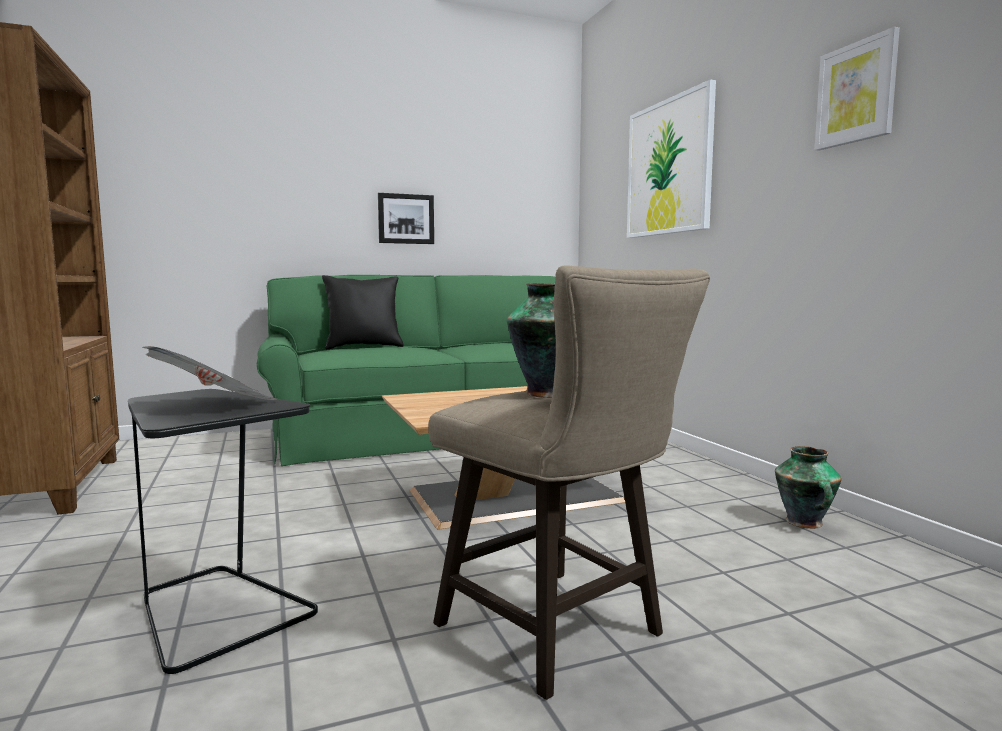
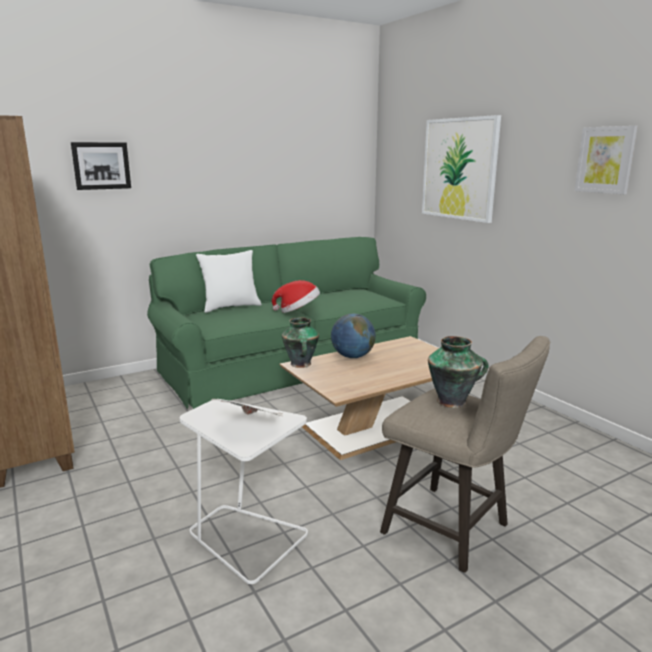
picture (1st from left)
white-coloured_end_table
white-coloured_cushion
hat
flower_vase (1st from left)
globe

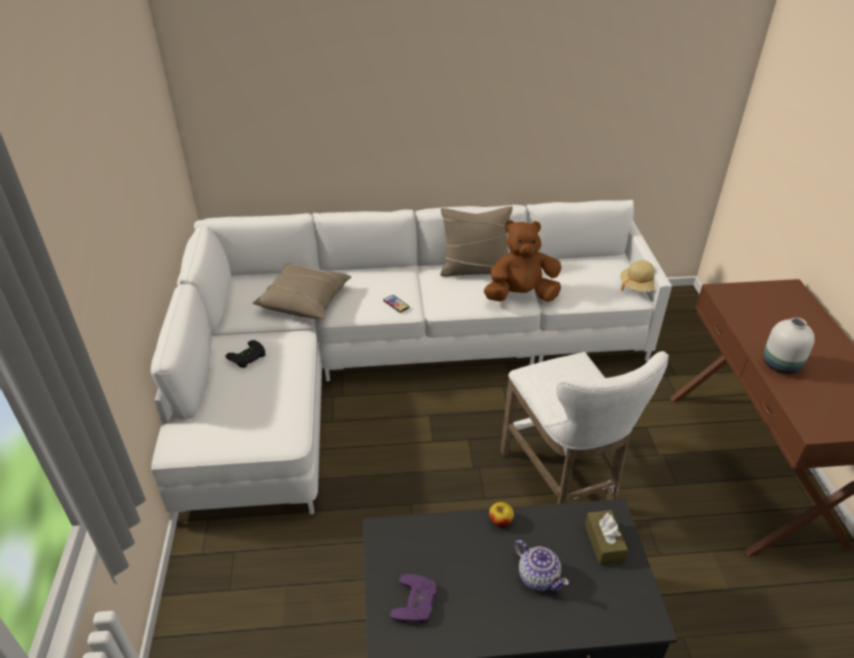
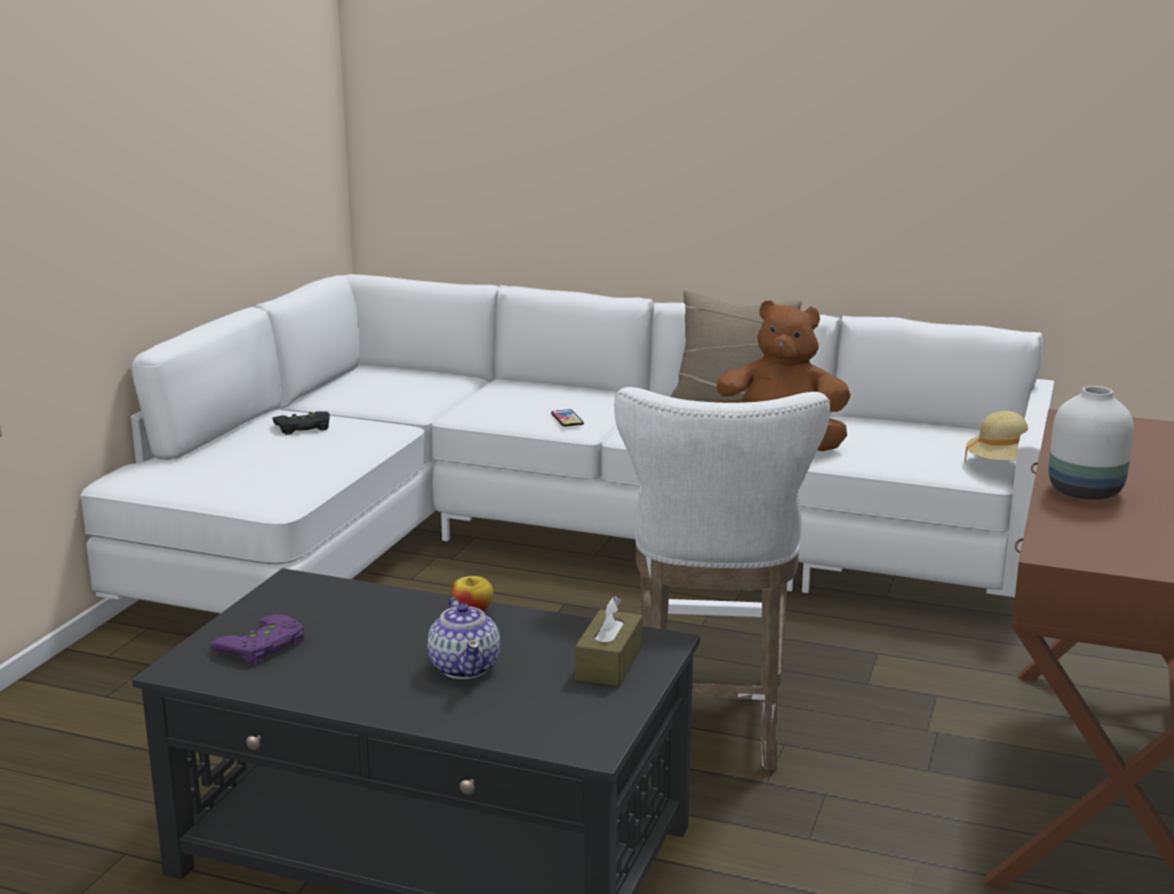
beige_cushion (1st from left in the first image)

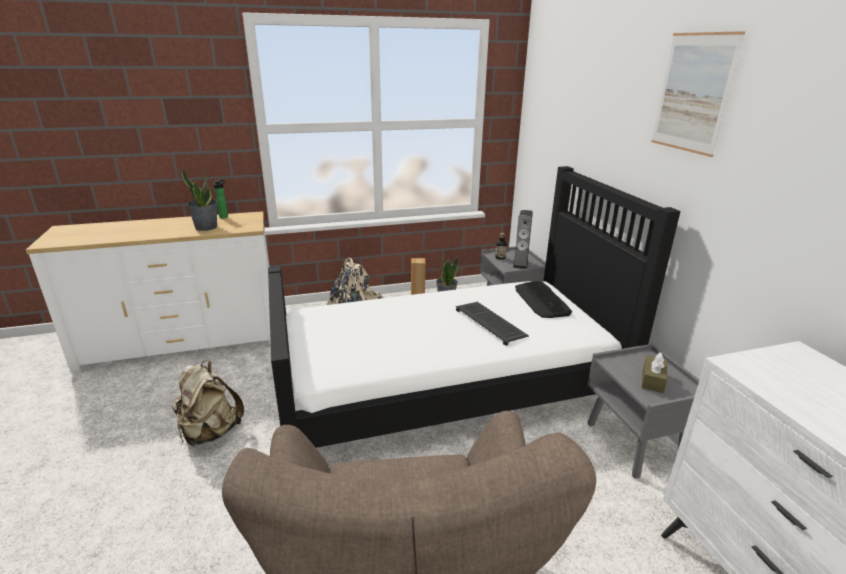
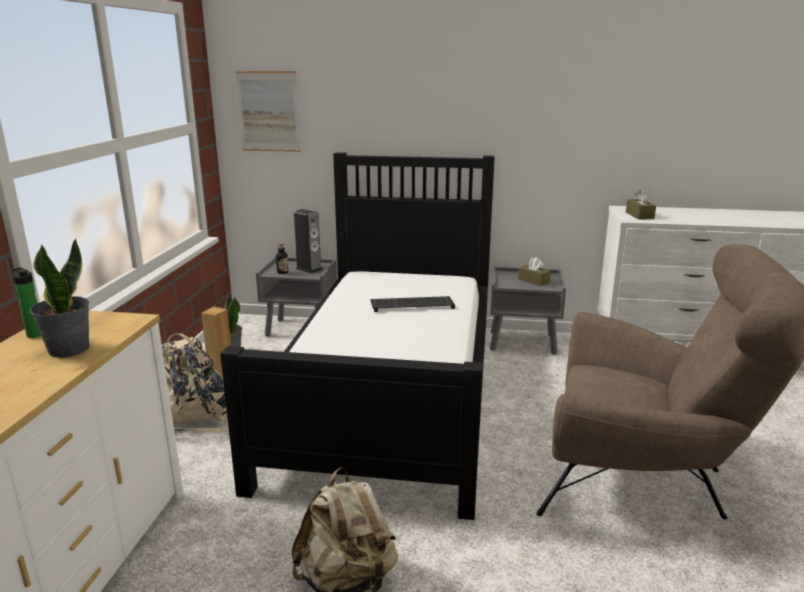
picture
brown-coloured_tissue_holder (2nd from left)
computer_keyboard (2nd from left in the first image)

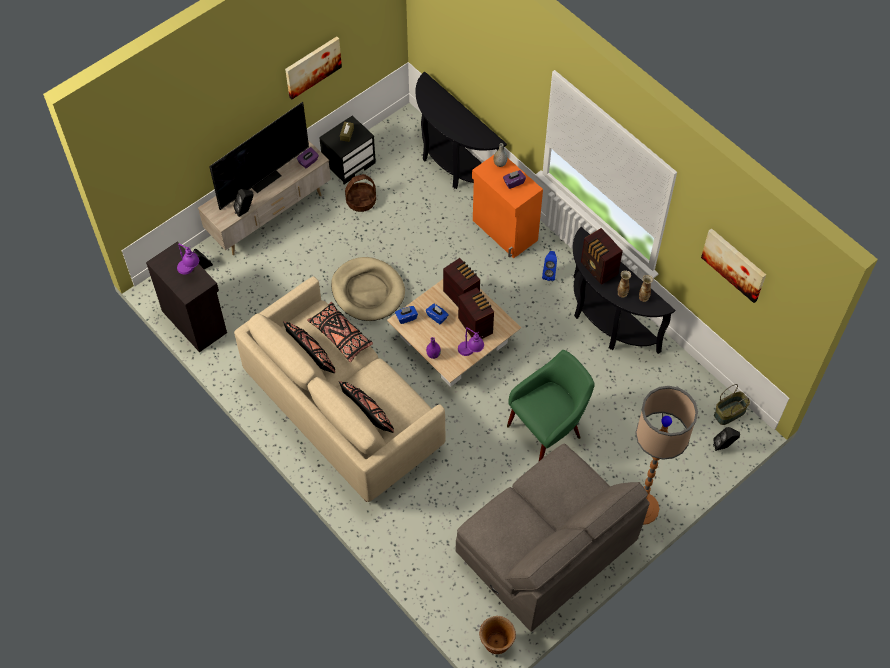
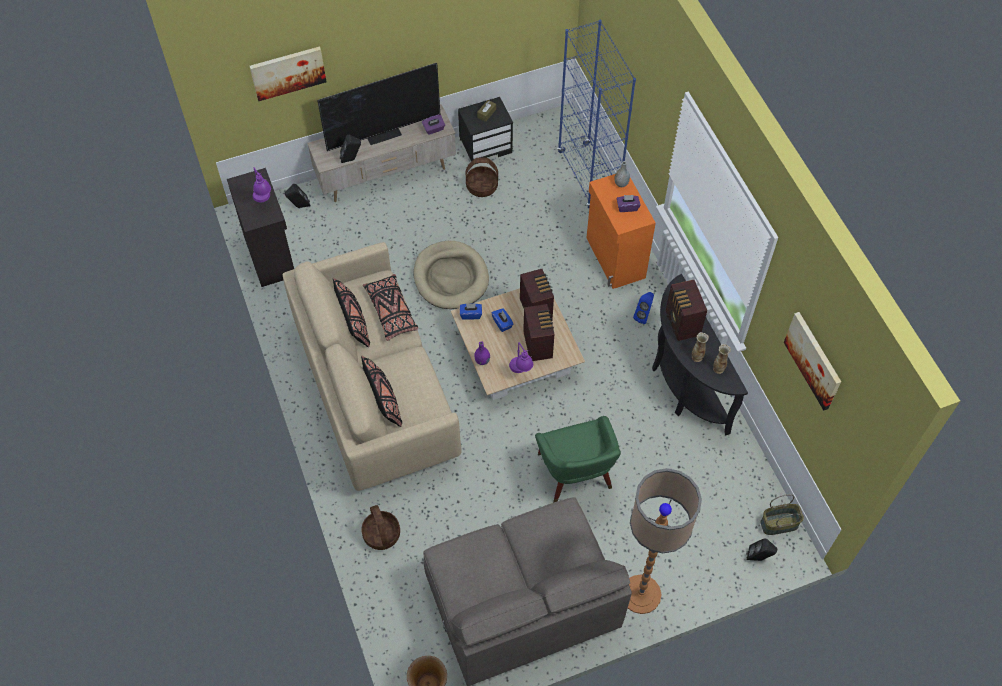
picture (1st from left)
storage_basket (1st from left)
greenish_lounge_chair
bluish_bookshelf

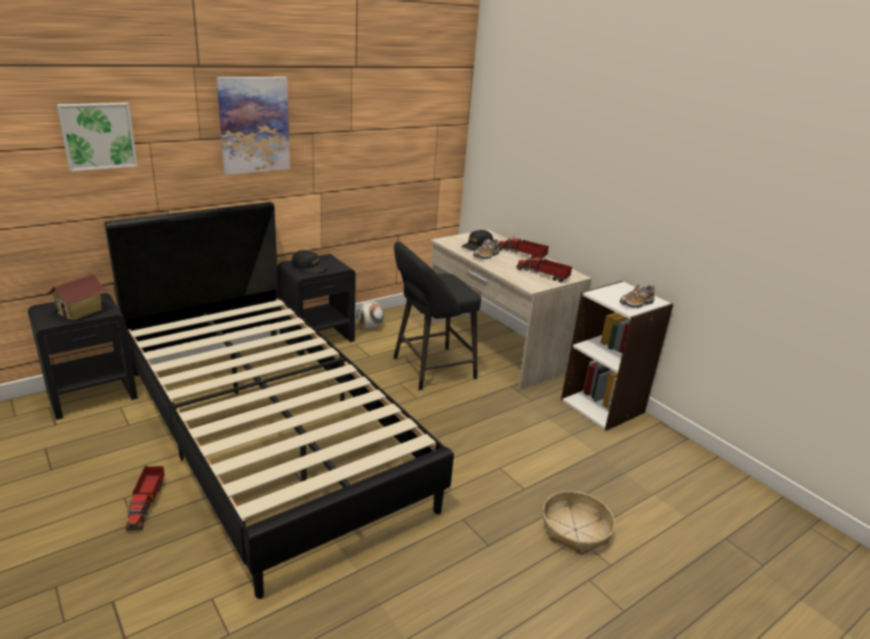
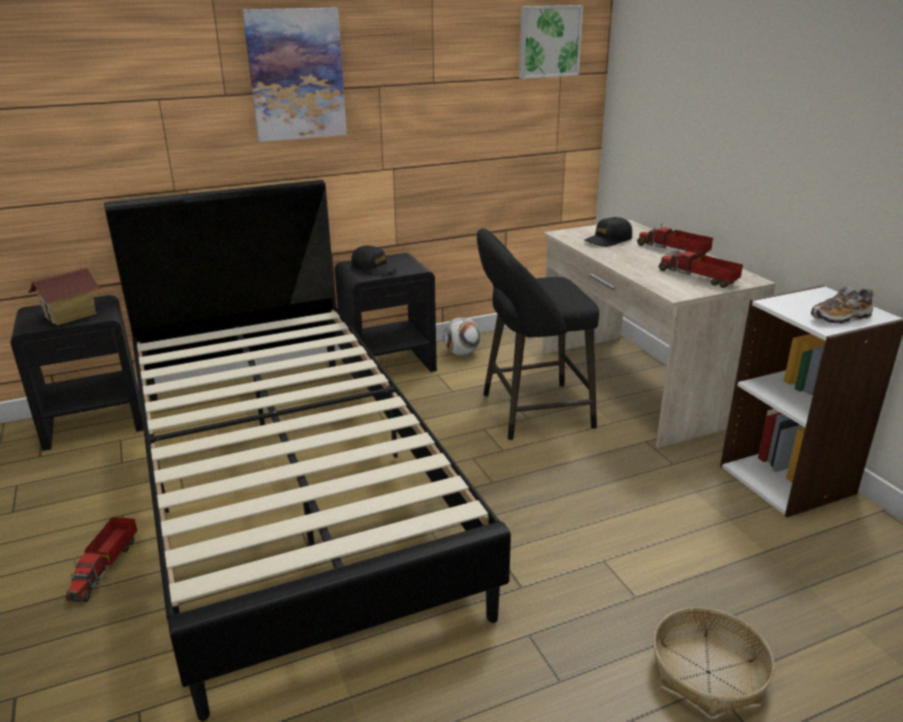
picture (2nd from left)
shoe (1st from left in the first image)

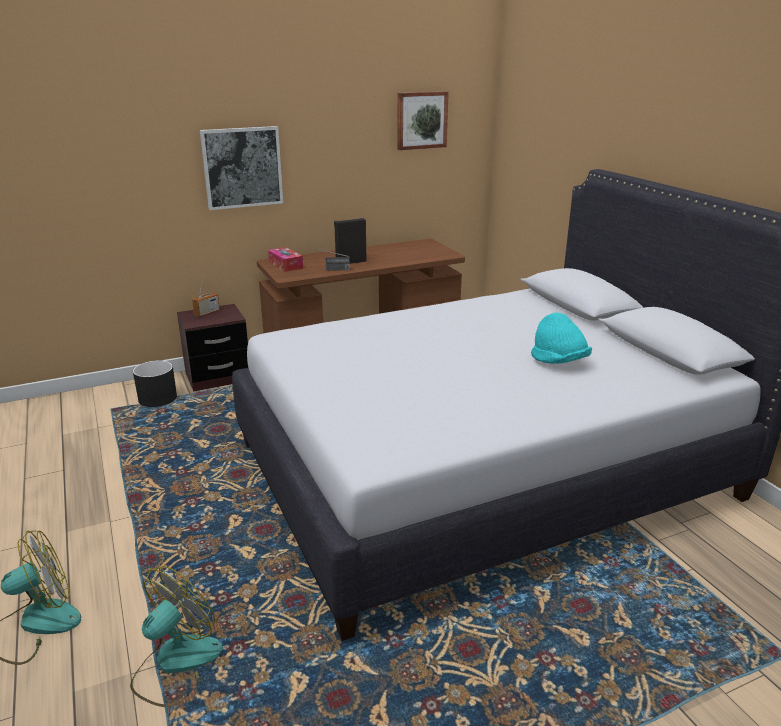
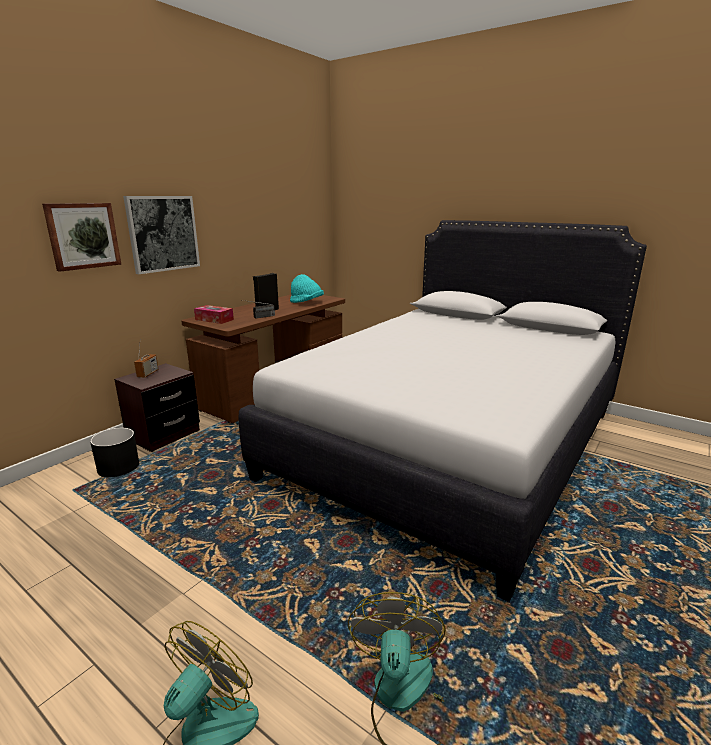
picture (1st from left)
blue-green_hat

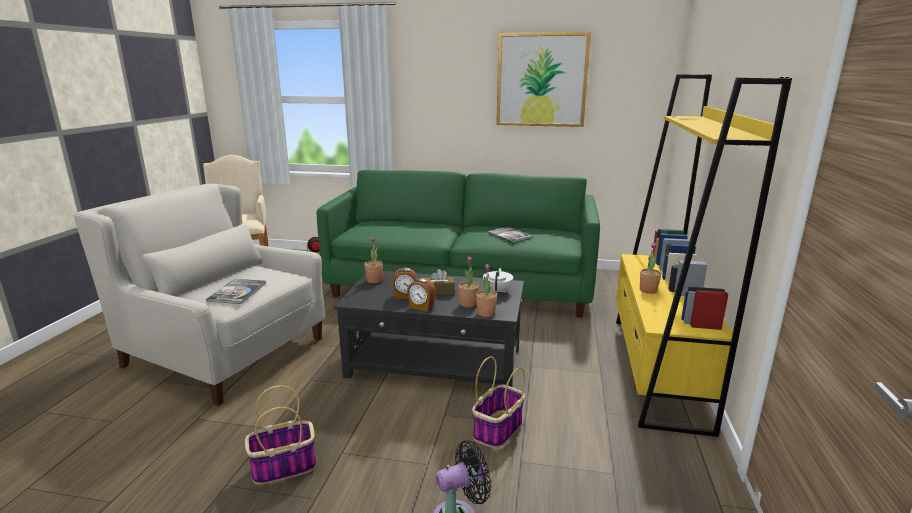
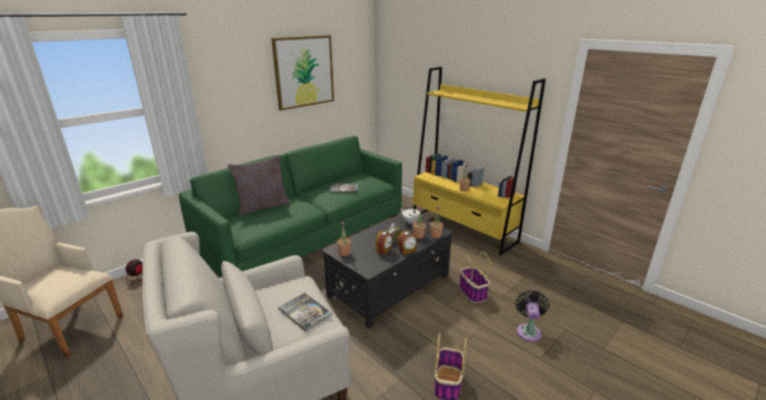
grey_cushion

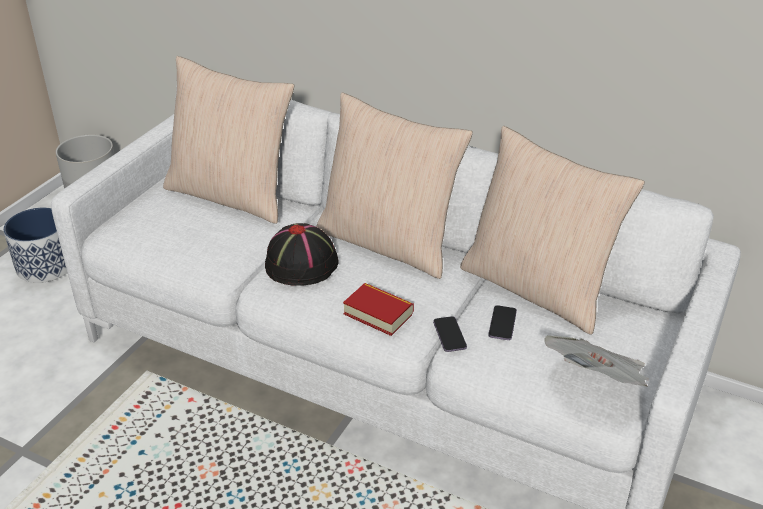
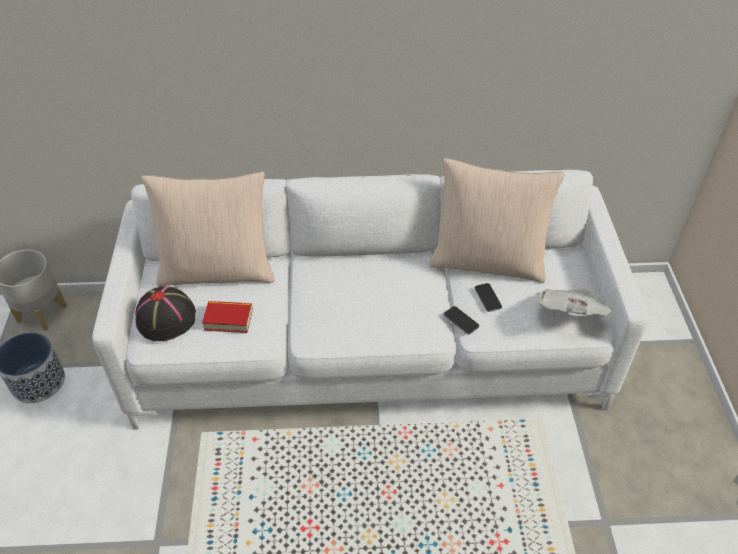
black_hat
book
beige_cushion (2nd from left in the first image)

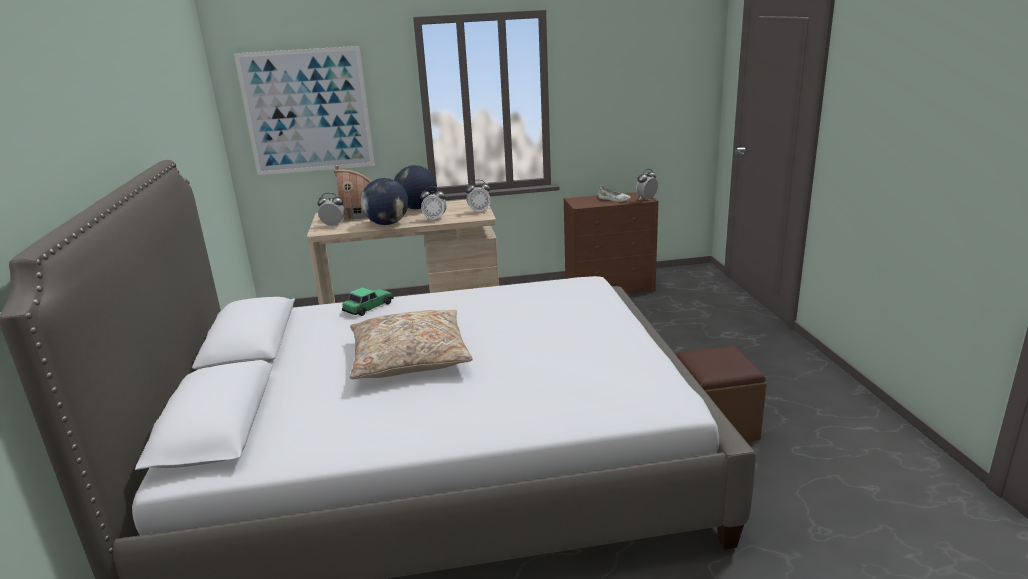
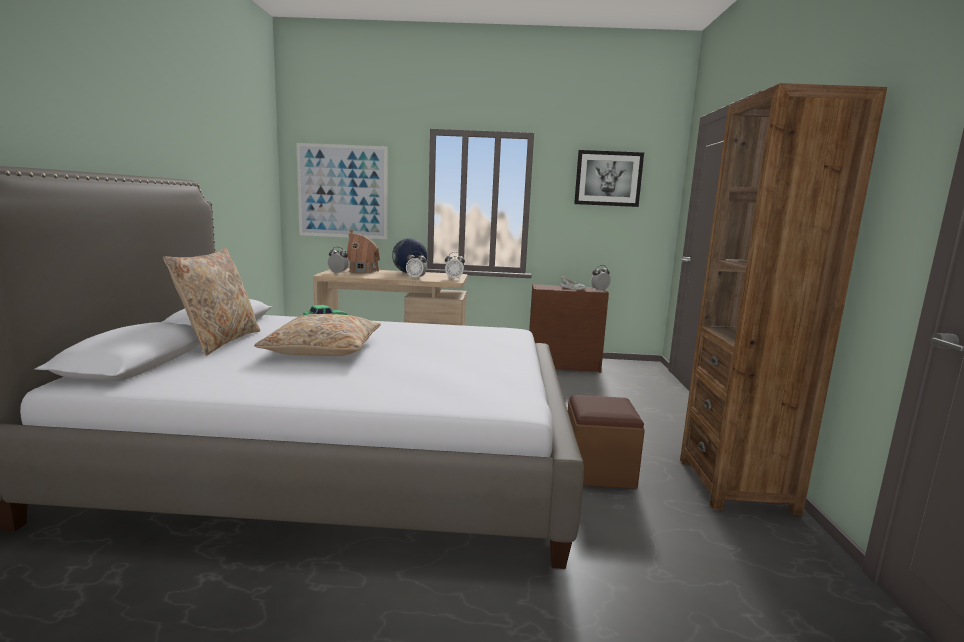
beige_cushion (1st from left)
picture (2nd from left)
brown-coloured_bookshelf
globe (1st from left in the first image)

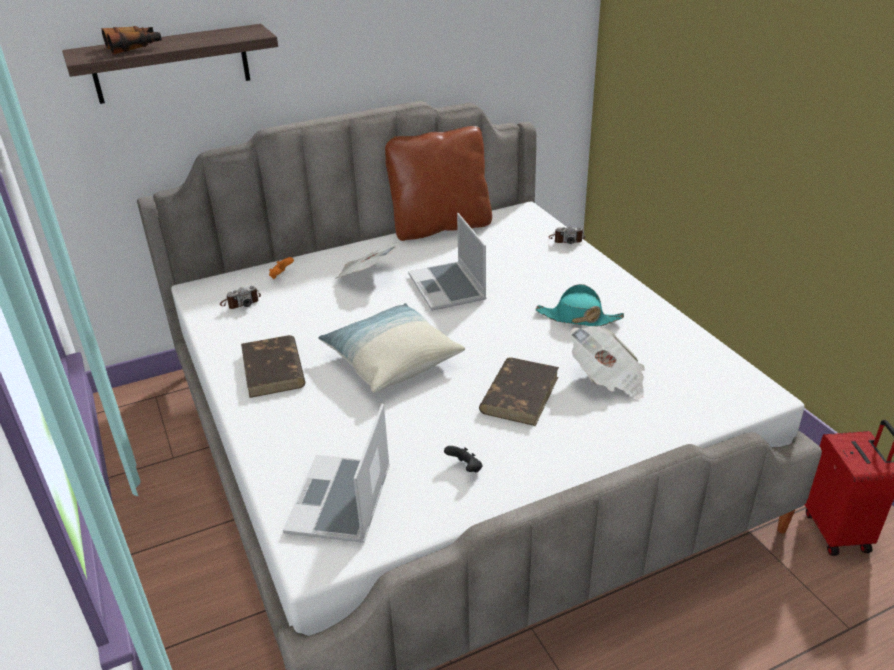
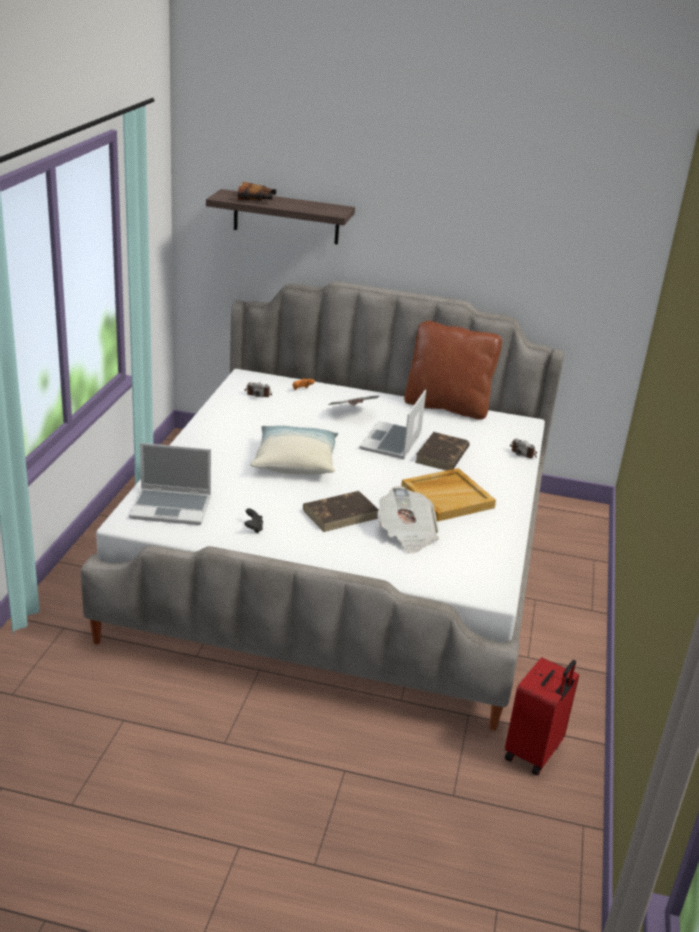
portable_computer (1st from left)
beige_tray
brown-coloured_book (2nd from left)

